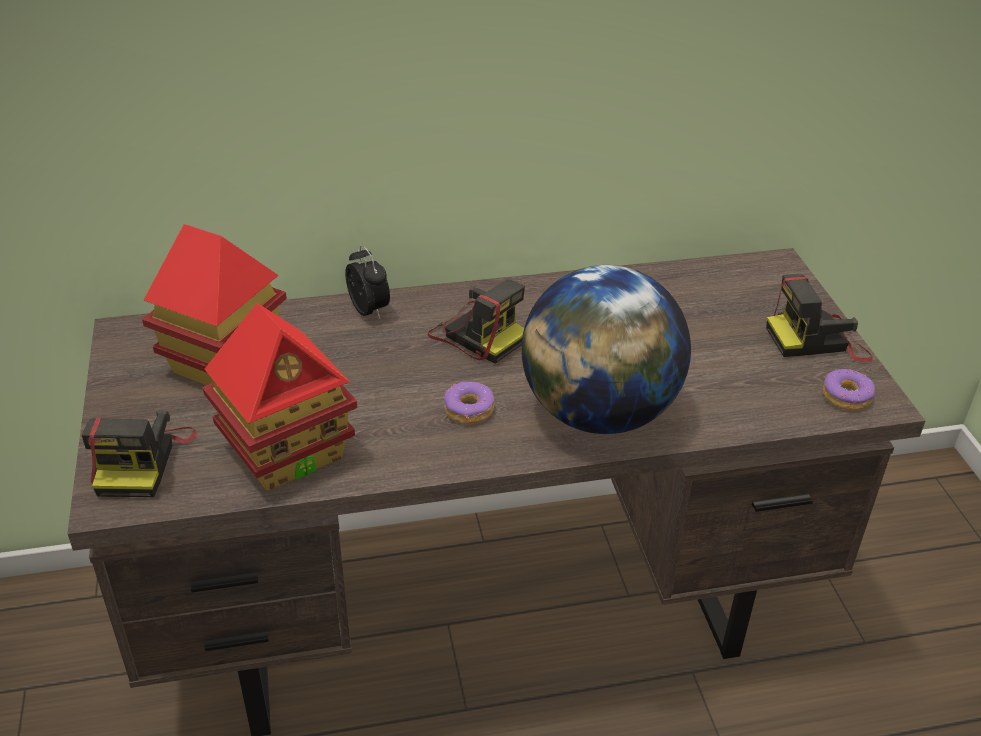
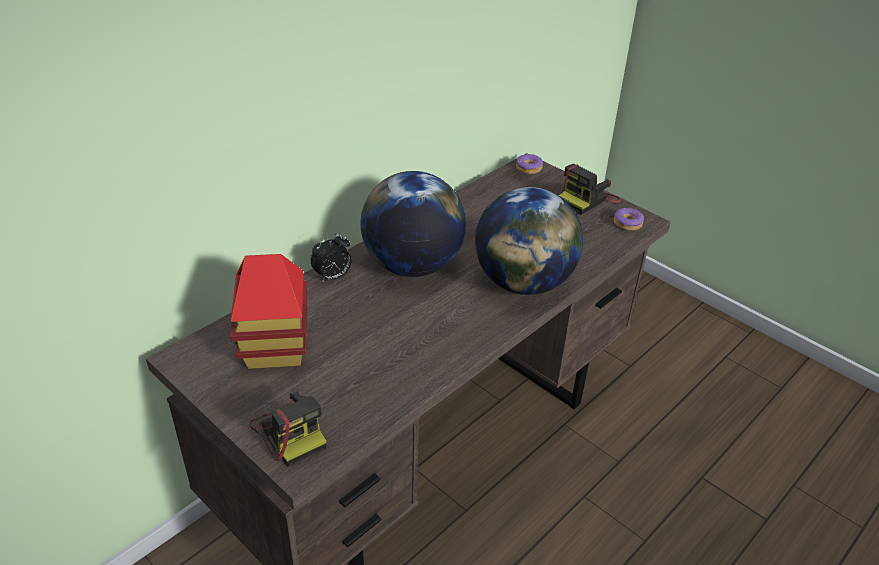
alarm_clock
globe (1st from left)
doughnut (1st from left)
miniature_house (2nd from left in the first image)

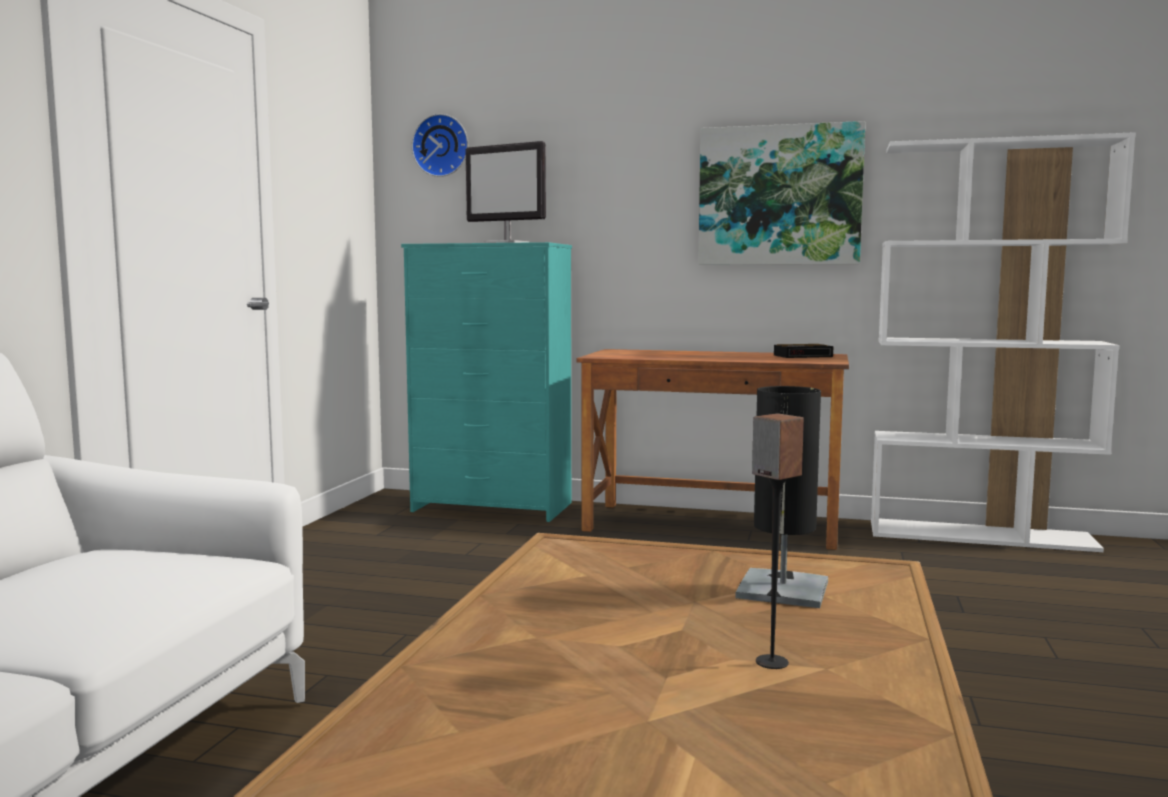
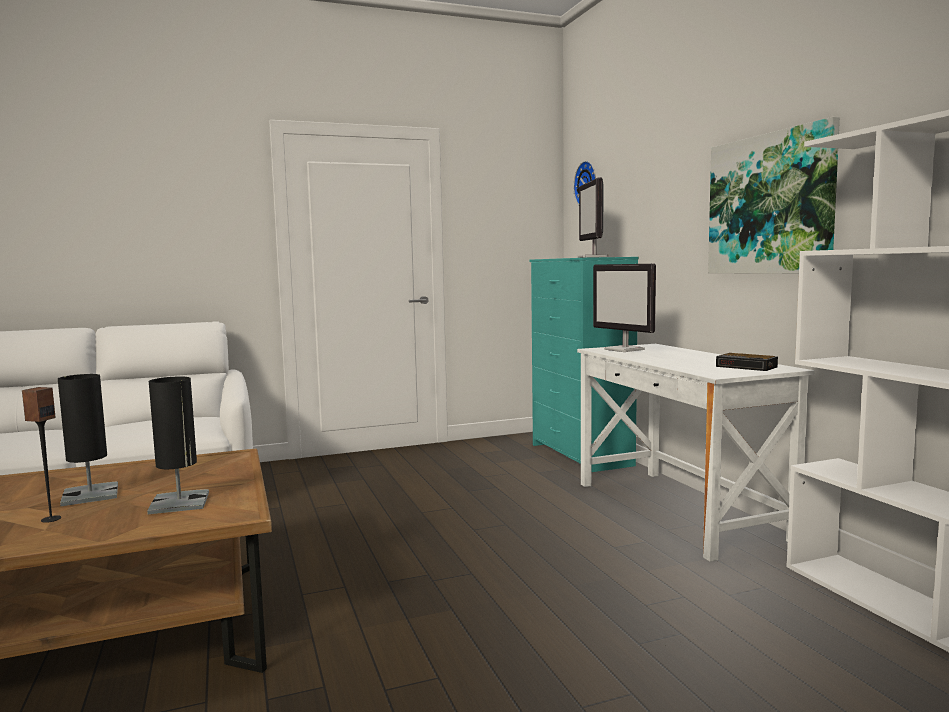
black_table_lamp (1st from left)
white-coloured_desk_table
monitor (2nd from left)

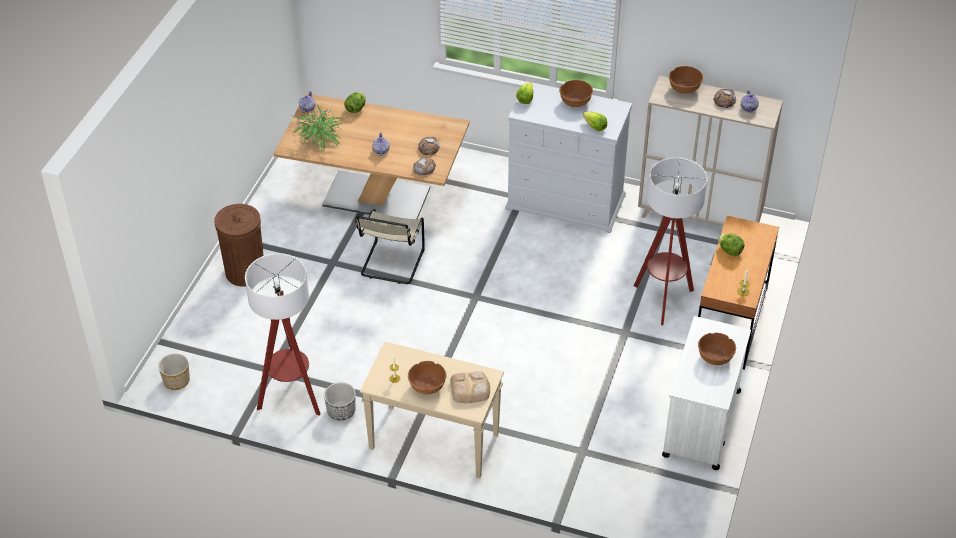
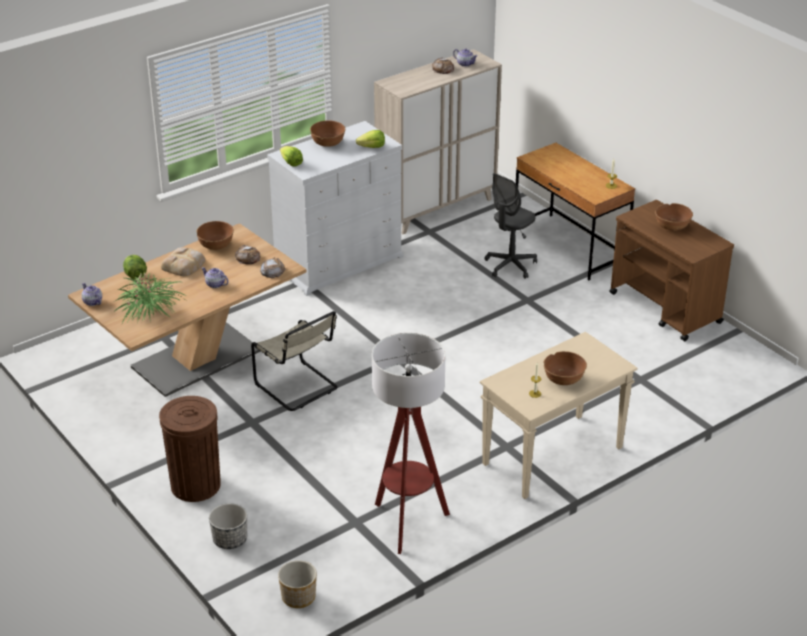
bakery_bread (1st from left)
brown-coloured_bowl (1st from left)
plant_pot (1st from left)
grey_computer_chair
brown-coloured_cart
lettuce_head (4th from left in the first image)

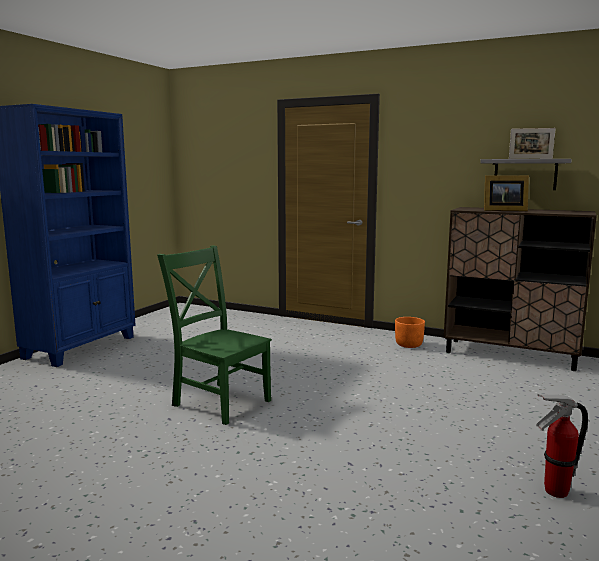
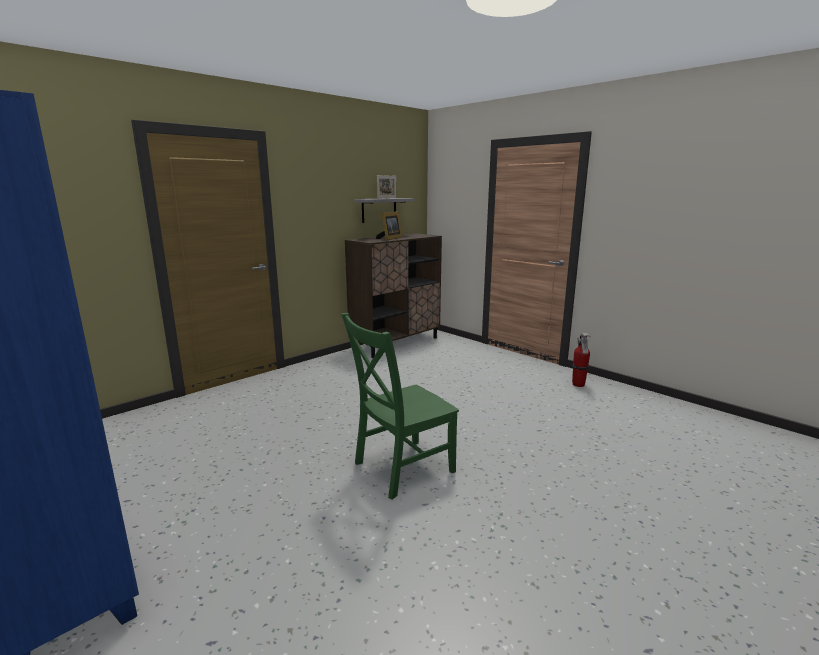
orange_plant_pot

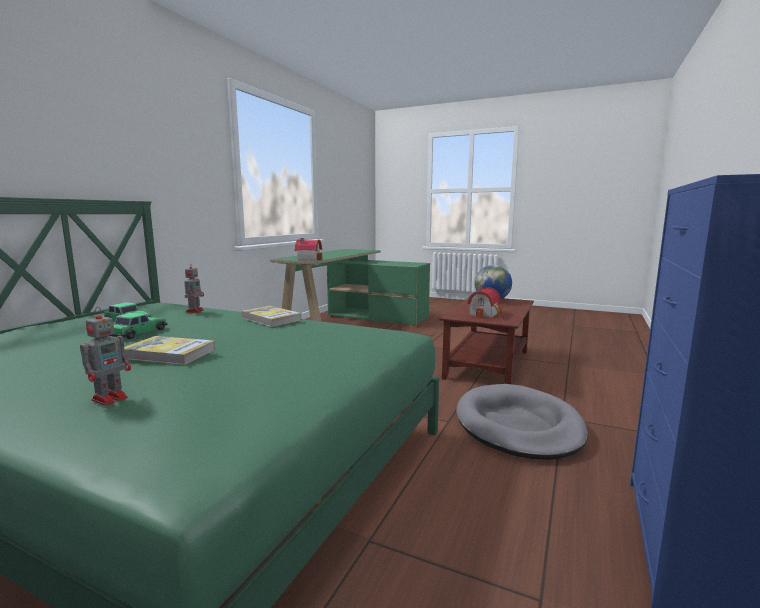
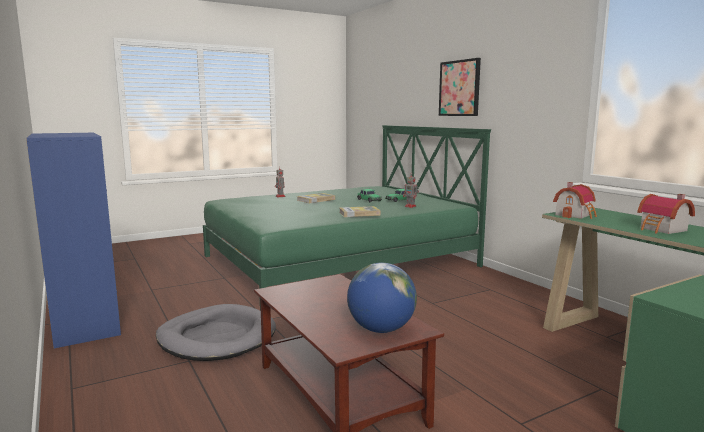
picture
miniature_house (2nd from left)

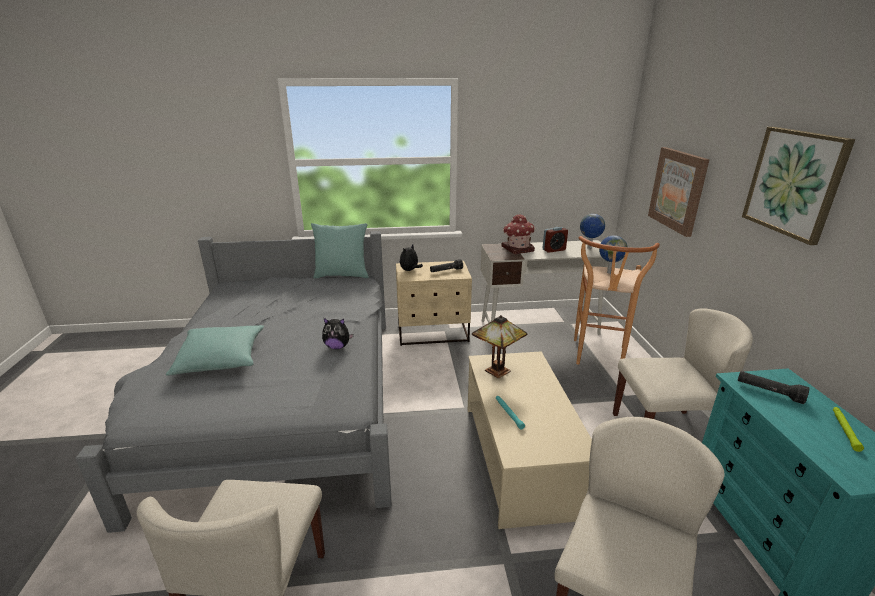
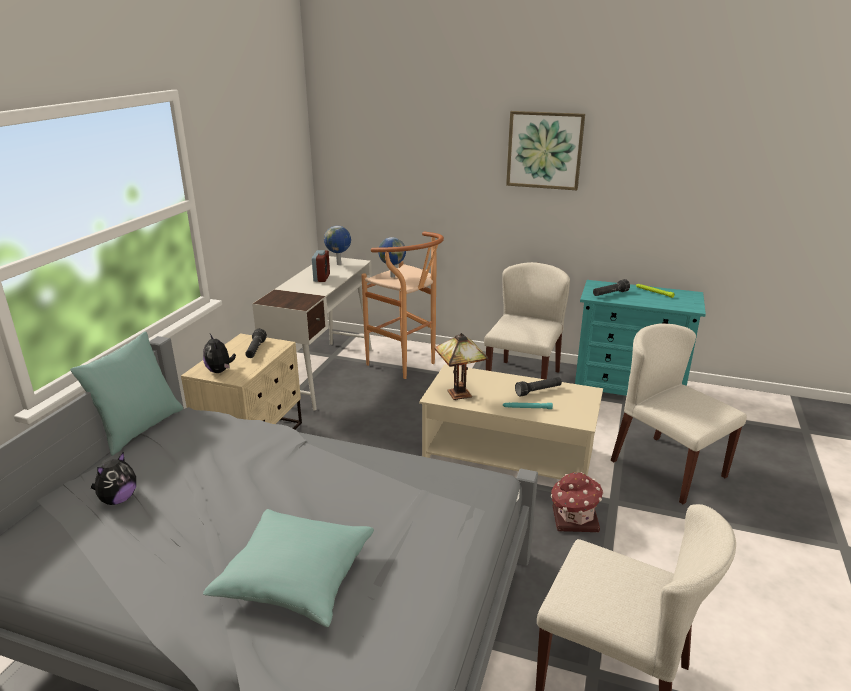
soft_toy (1st from left)
black_flashlight (2nd from left)
miniature_house
picture (1st from left in the first image)

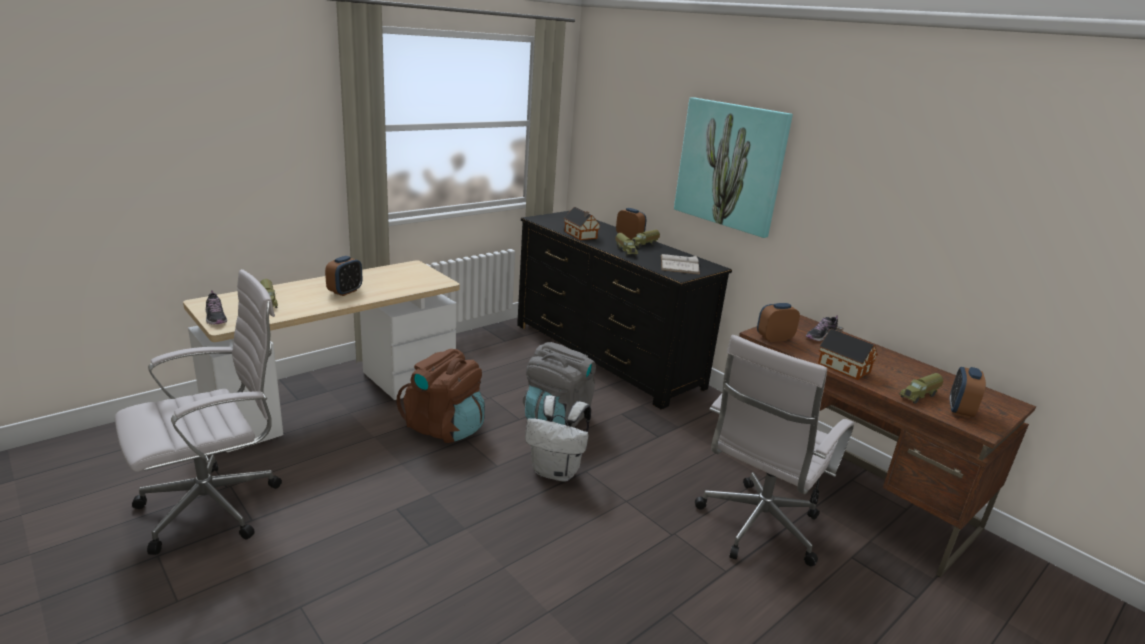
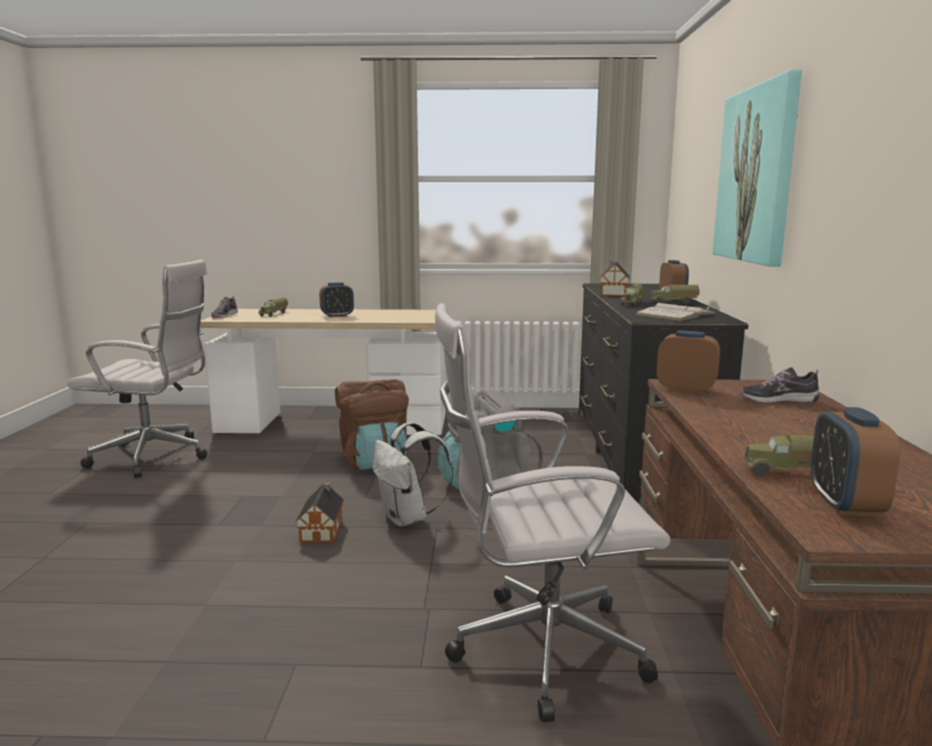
miniature_house (1st from left)
alarm_clock (4th from left)

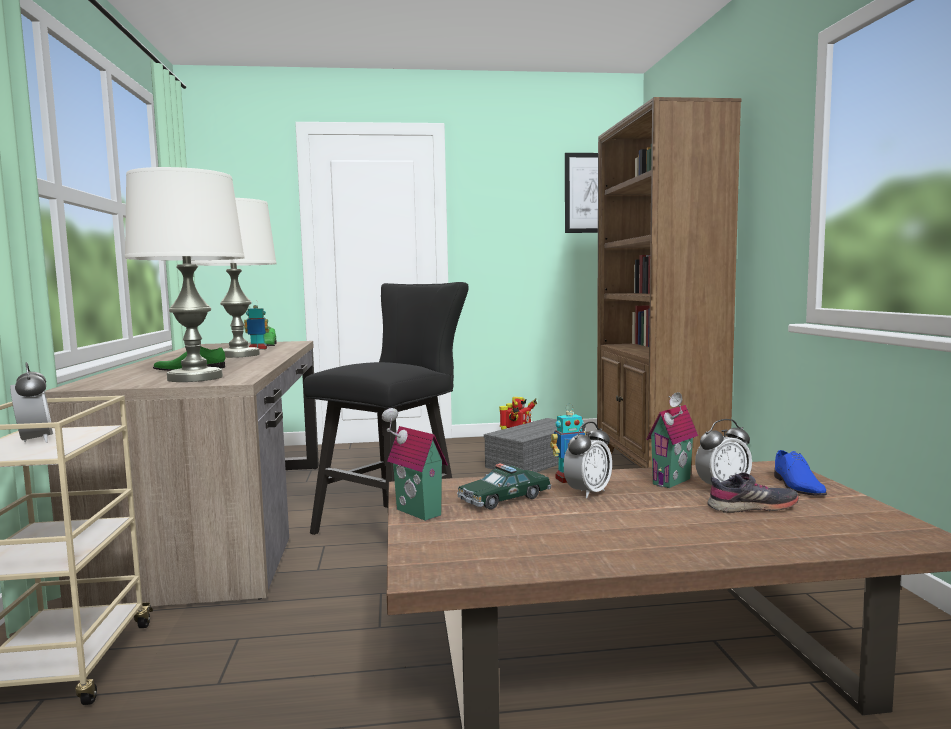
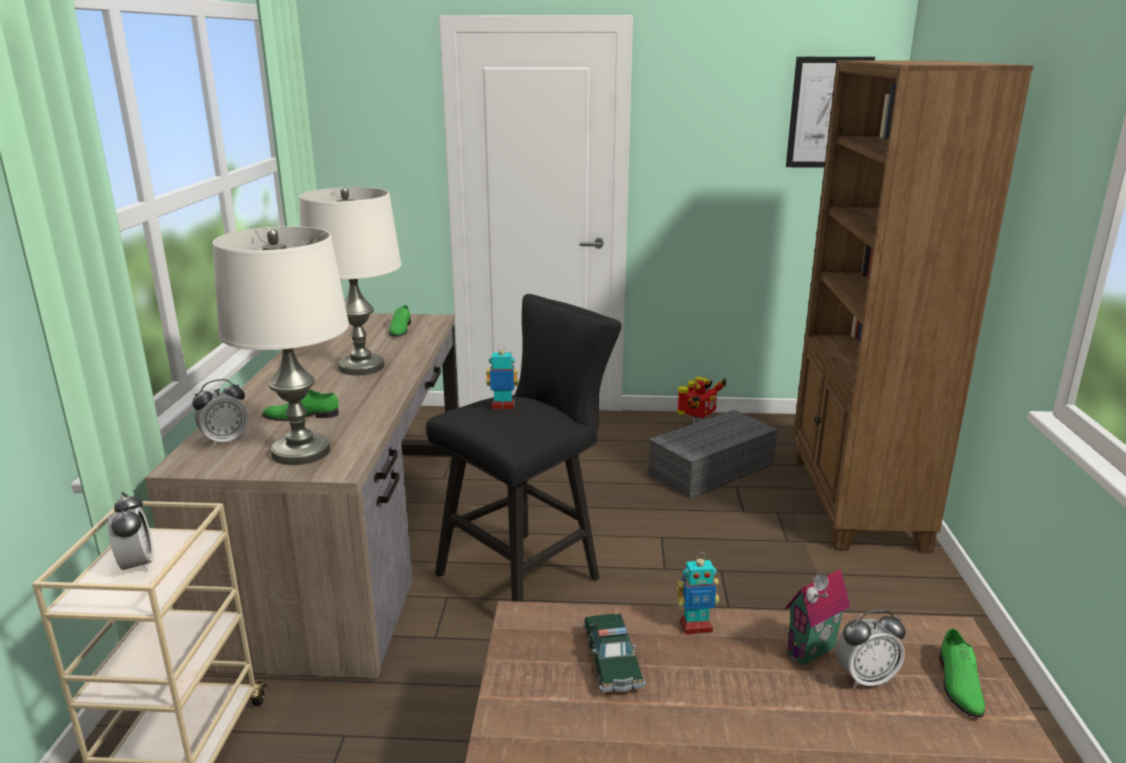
alarm_clock (2nd from left)
robot_figure (1st from left)
miniature_car
greenish_shoe (3rd from left)
miniature_house (1st from left in the first image)
grey_shoe

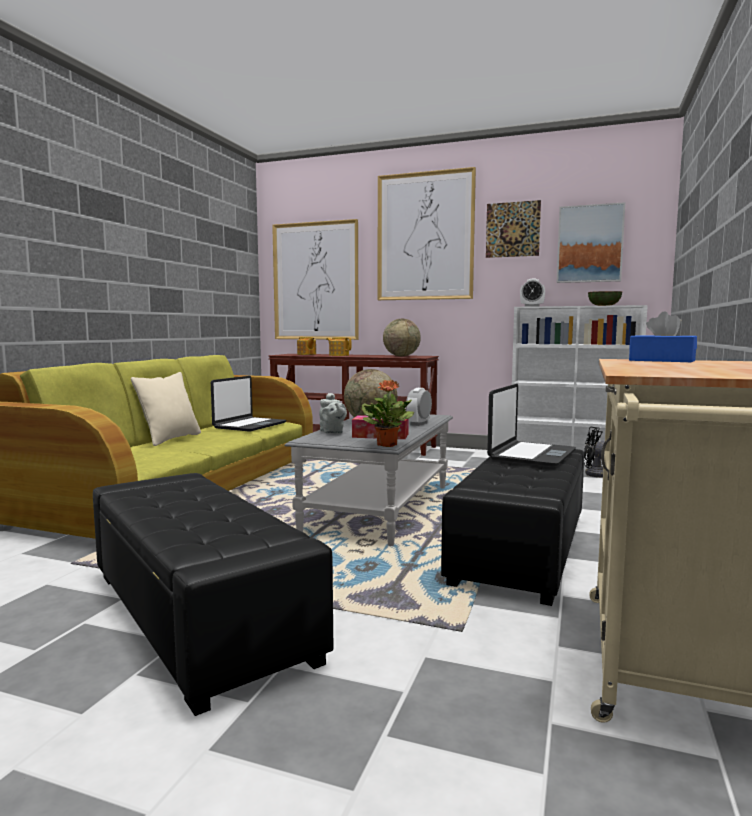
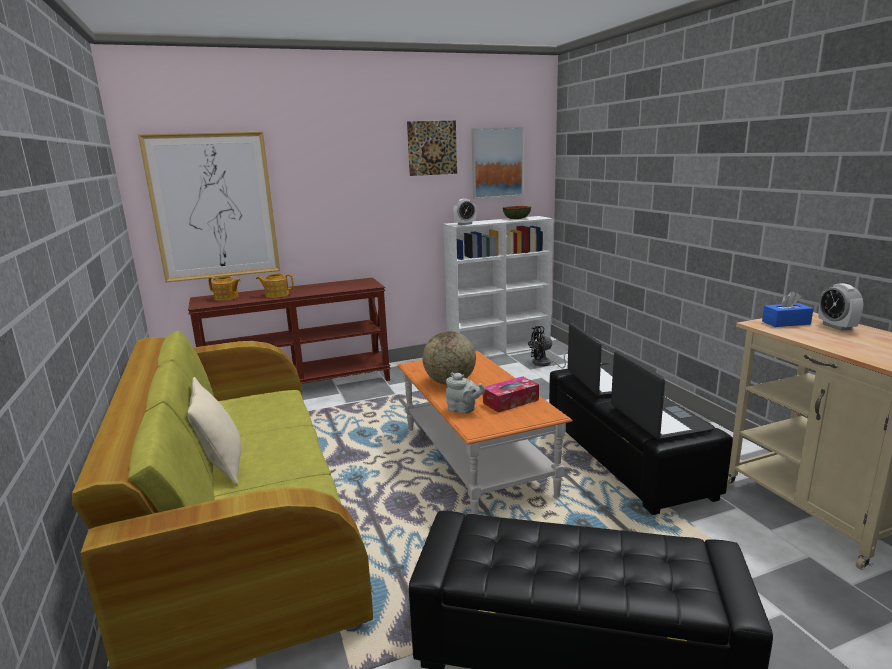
orange_low_table
portable_computer (2nd from left)
alarm_clock (2nd from left)
houseplant
picture (2nd from left in the first image)
globe (2nd from left in the first image)

